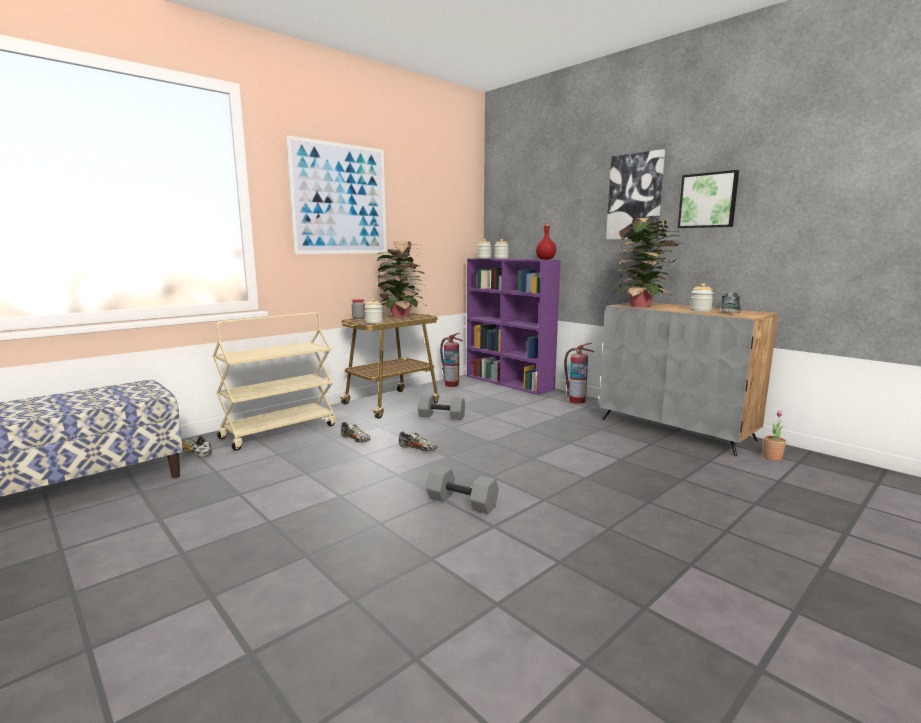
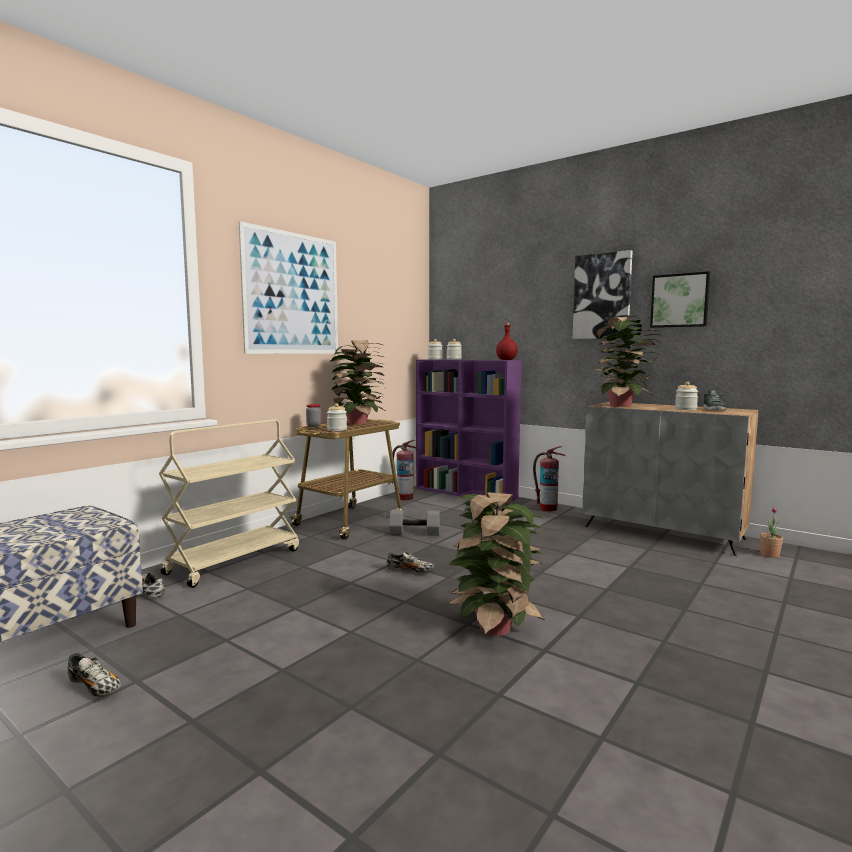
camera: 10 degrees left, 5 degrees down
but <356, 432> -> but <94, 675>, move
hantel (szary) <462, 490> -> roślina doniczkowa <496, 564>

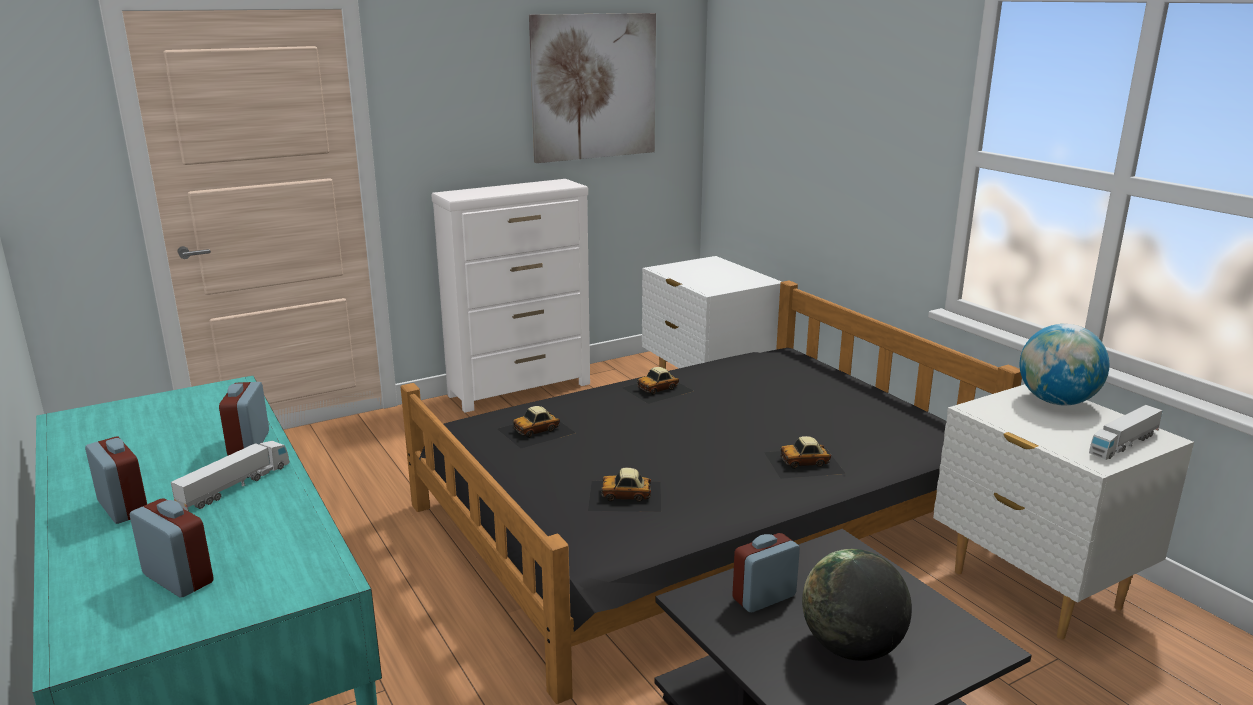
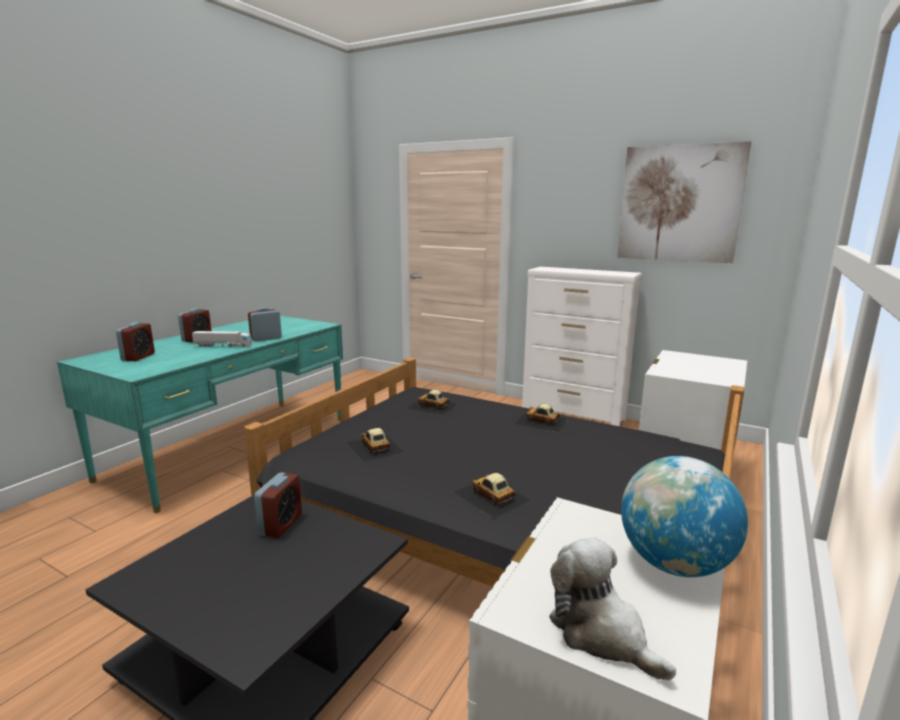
camera: 60 degrees right, 5 degrees down
budzik <766, 572> -> budzik <278, 505>, 75 degrees clockwise
ciężarówka zabawkowa <1126, 432> -> pluszak <612, 609>
globus <857, 605> -> none

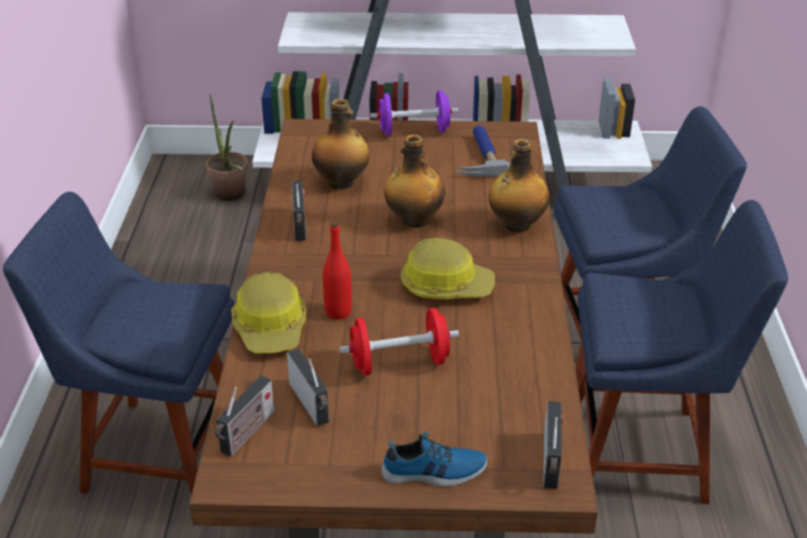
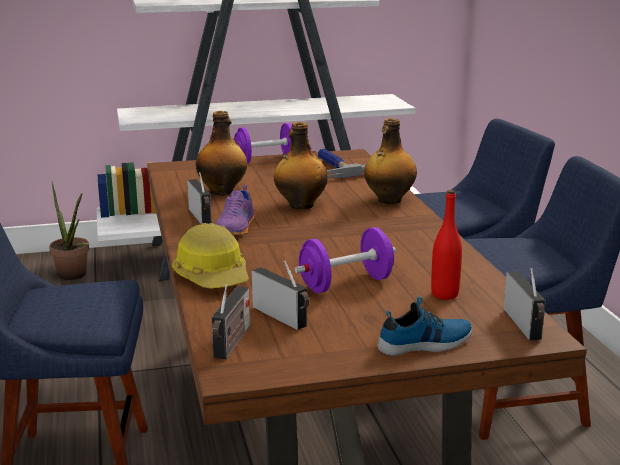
camera: 15 degrees left, 15 degrees down
none -> but (fioletowy) <234, 210>
hantel (czerwony) <399, 342> -> hantel (fioletowy) <345, 260>
butelka (czerwony) <337, 271> -> butelka (czerwony) <446, 245>, move
kask <448, 268> -> none

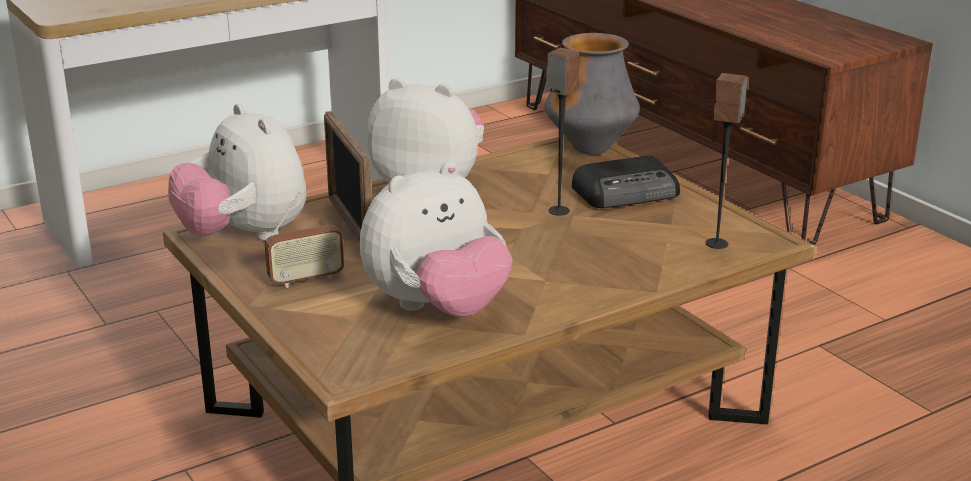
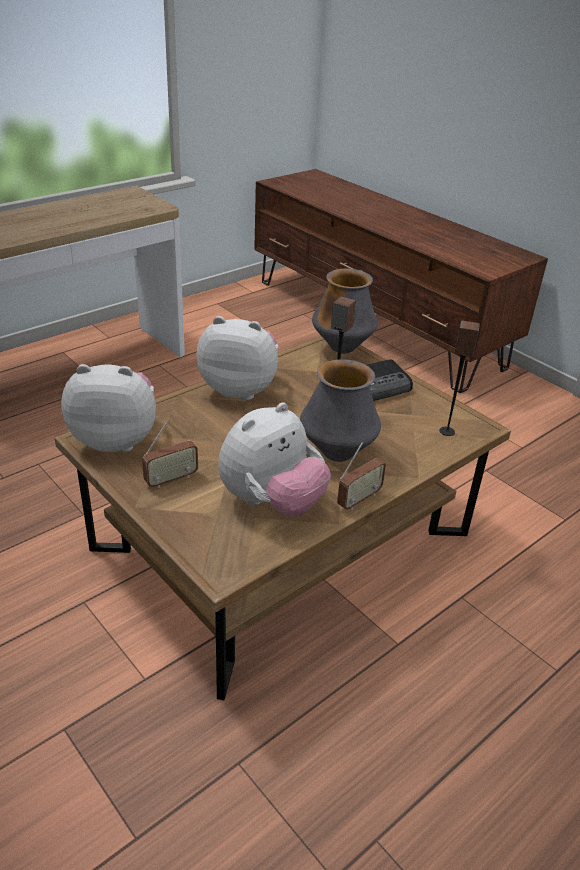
camera: 10 degrees left, 10 degrees up
pluszak <237, 172> -> pluszak <108, 408>, 135 degrees clockwise
none -> wazon <340, 410>
none -> radio <361, 476>
ramka na zdjęcie <348, 177> -> none

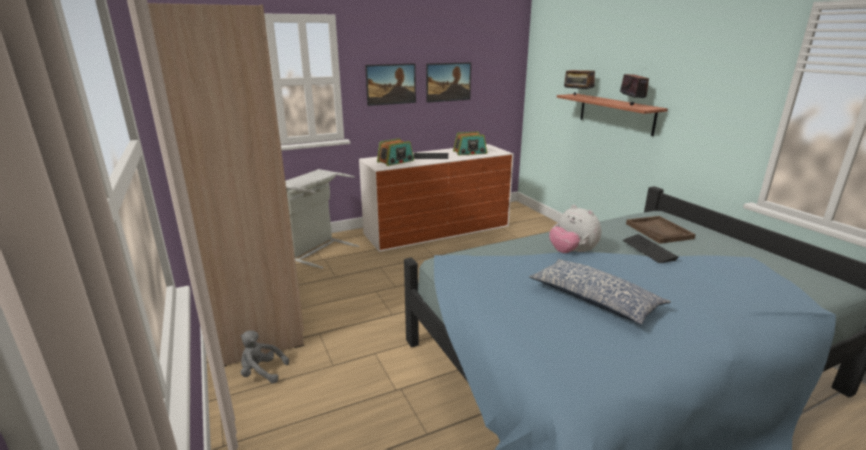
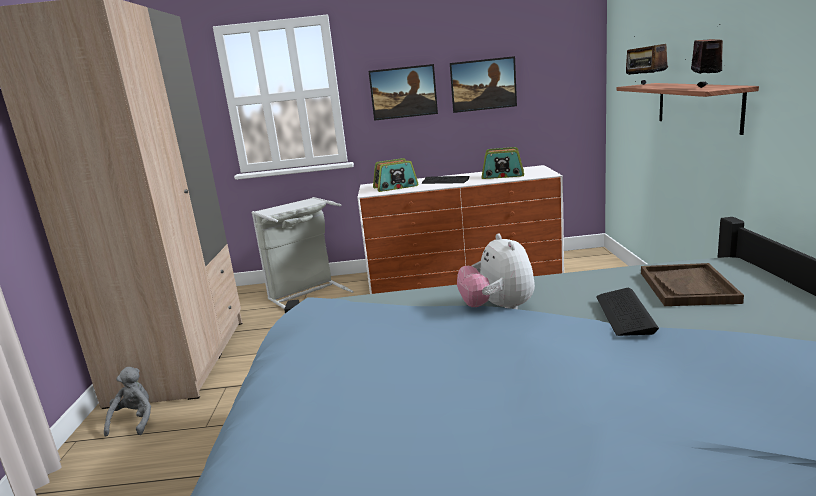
camera: 25 degrees right, 5 degrees down
pluszak (szary) <265, 356> -> pluszak (szary) <127, 402>, 60 degrees clockwise
poduszka <600, 291> -> none

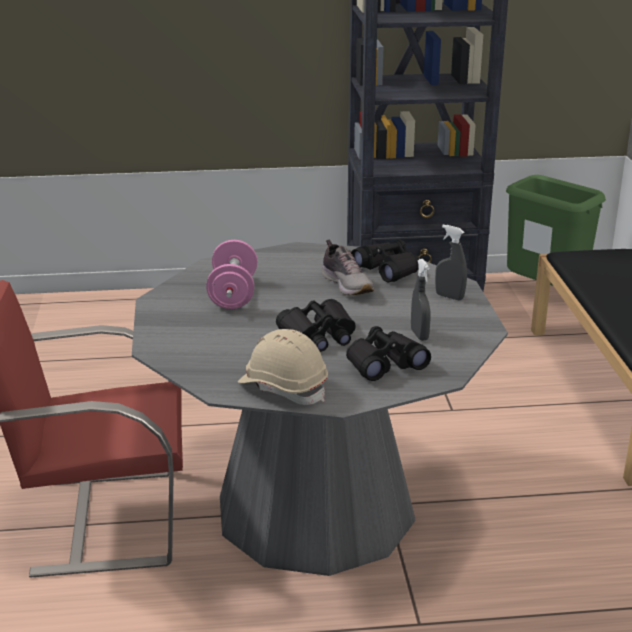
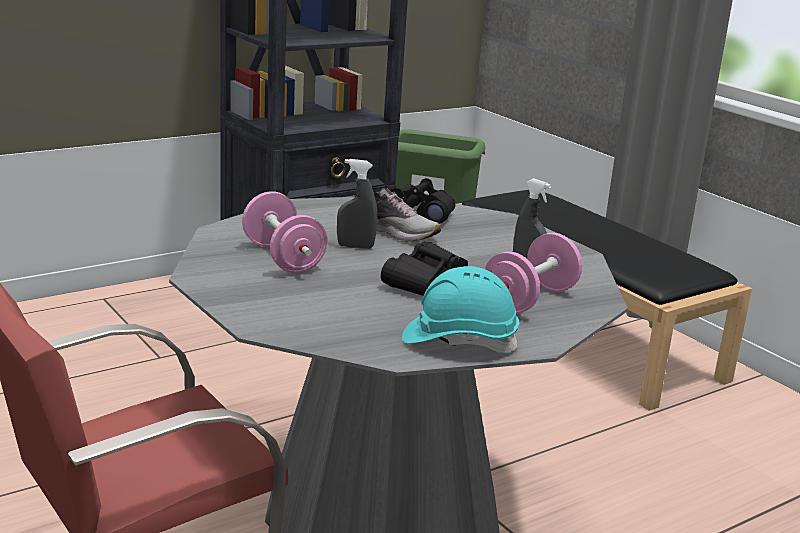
camera: 30 degrees left, 5 degrees down
spryskiwacz (szary) <451, 263> -> spryskiwacz (szary) <357, 204>, move
kask (beżowy) <283, 367> -> kask (turkusowy) <460, 309>
lornetka (czarny) <388, 353> -> hantel (różowy) <533, 273>

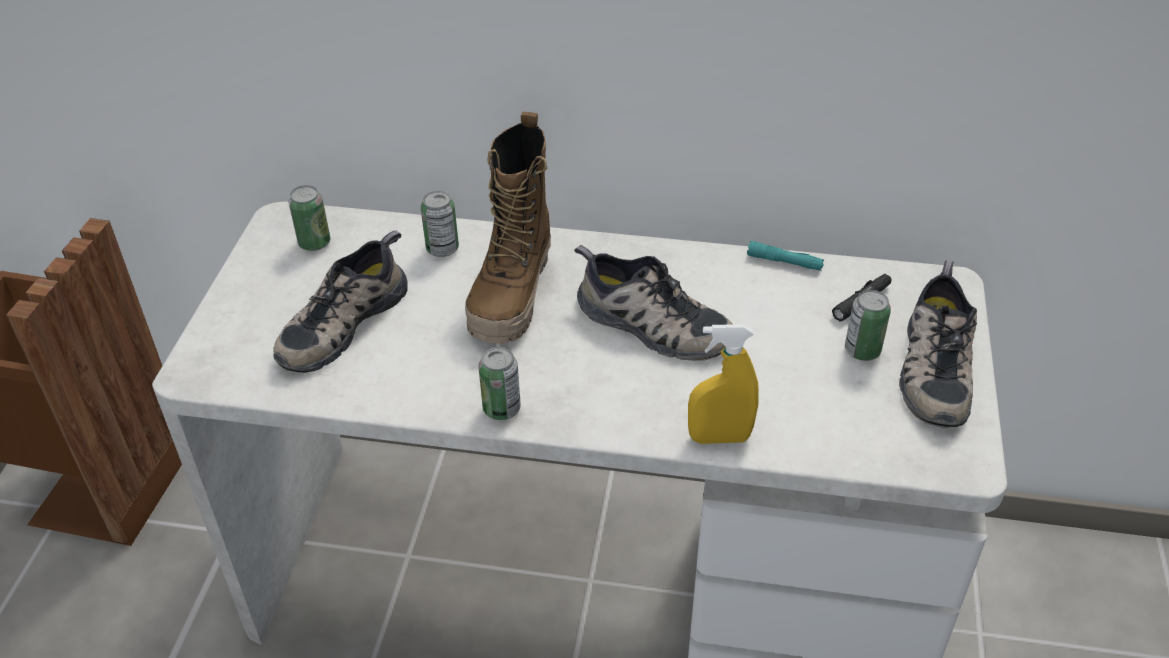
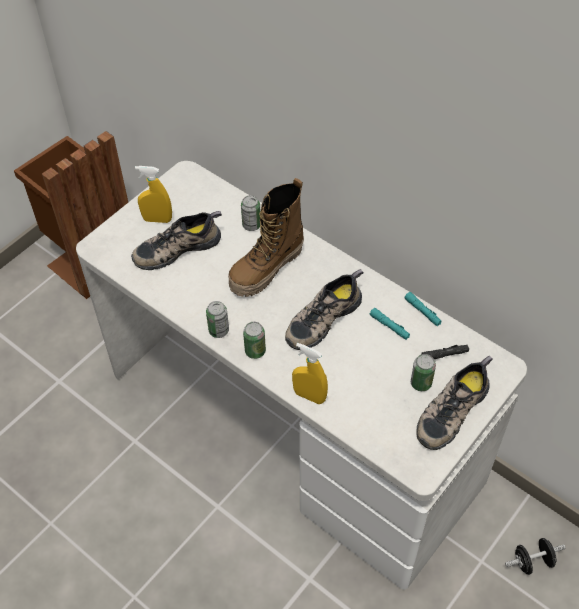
camera: 30 degrees right, 10 degrees up
none -> spryskiwacz (żółty) <153, 194>
puszka <309, 218> -> puszka <254, 340>, move
but <653, 303> -> but <324, 309>, 75 degrees clockwise
none -> latarka (turkusowy) <389, 324>
none -> hantel (czarny) <535, 556>

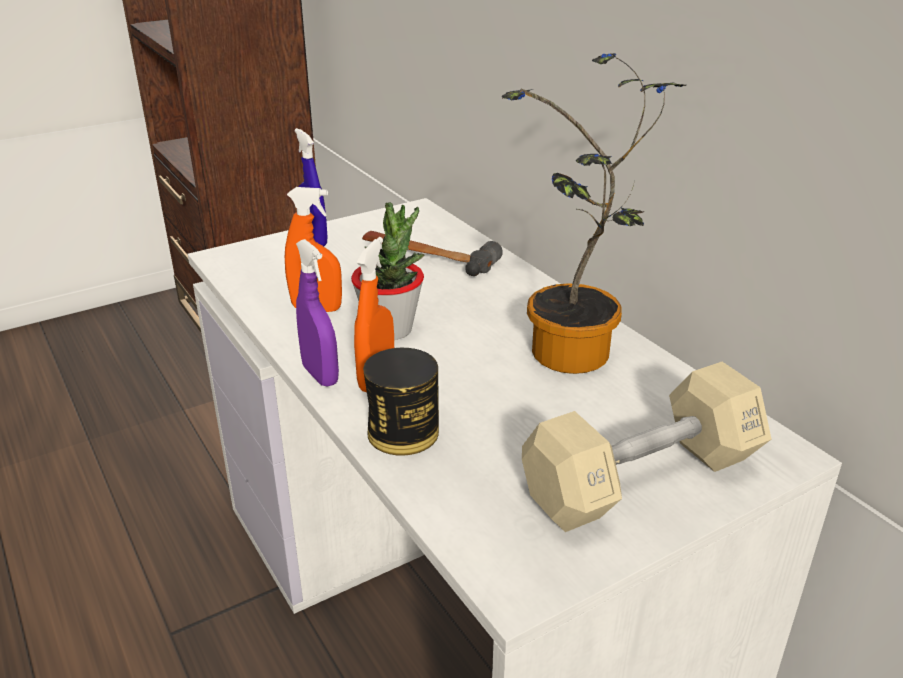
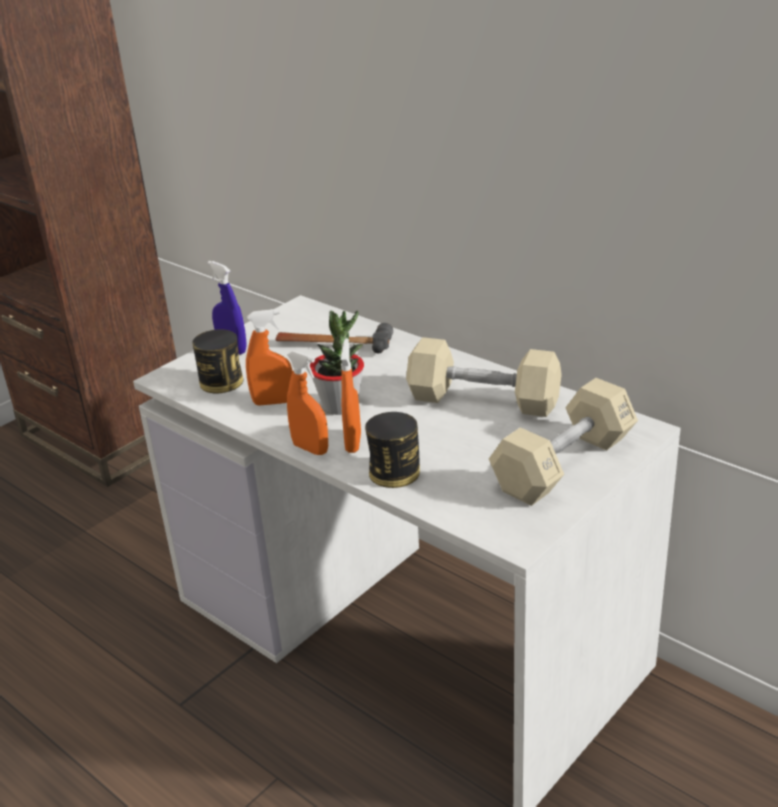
camera: 15 degrees left, 0 degrees up
none -> puszka <218, 361>
spryskiwacz (fioletowy) <317, 313> -> spryskiwacz (pomarańczowy) <307, 402>
roślina doniczkowa <593, 213> -> hantel (beżowy) <484, 377>

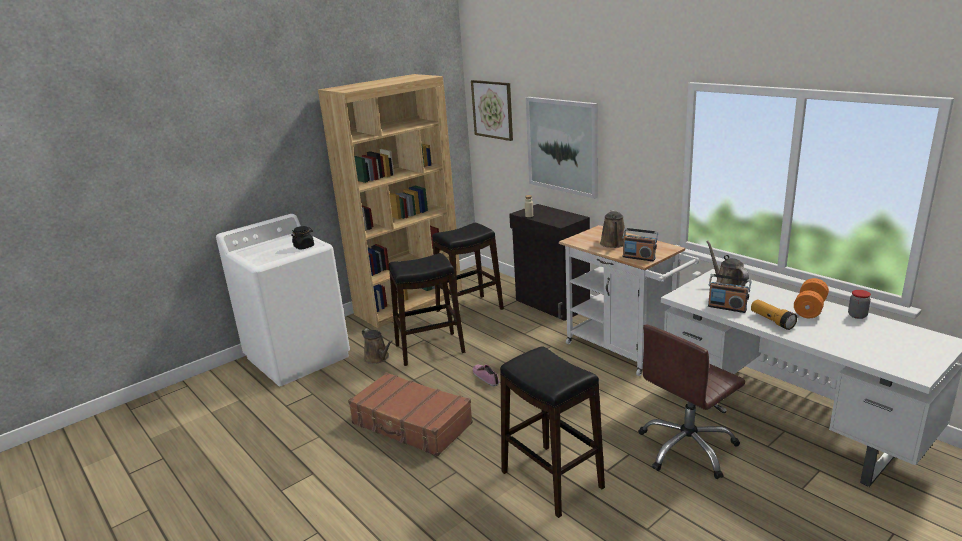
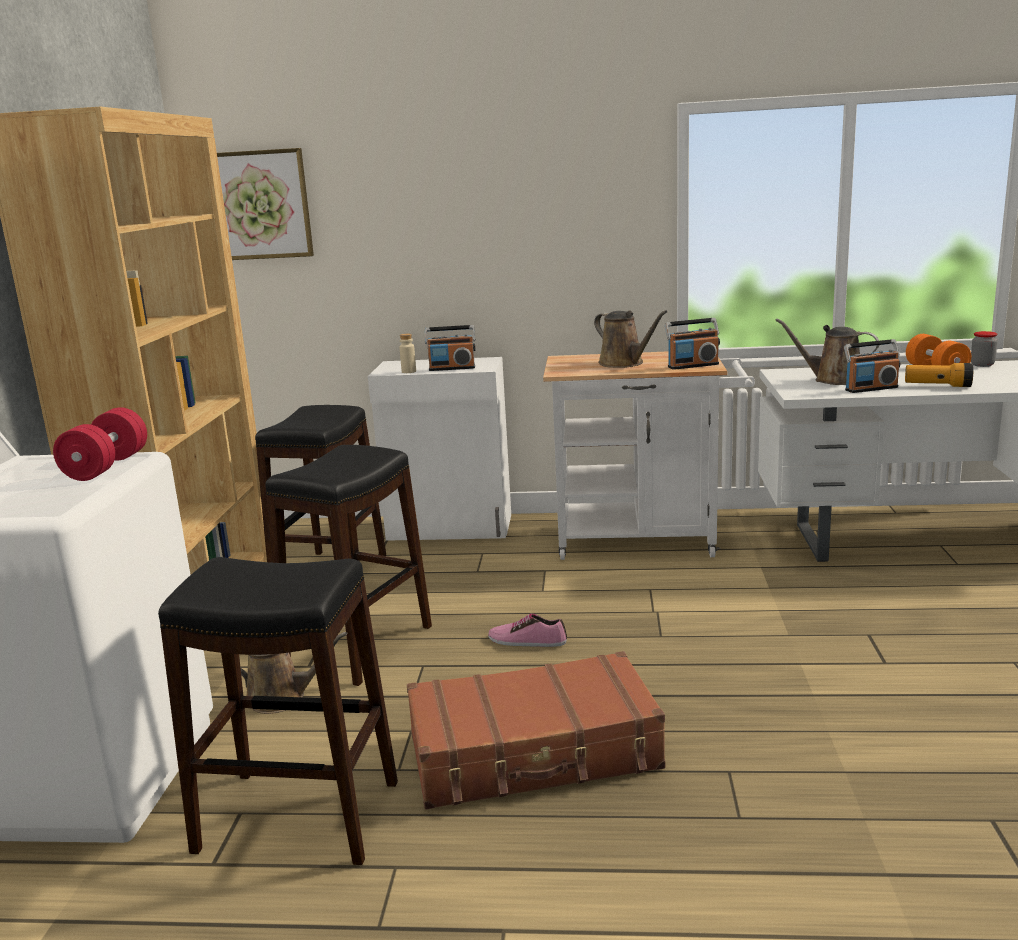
camera: 45 degrees left, 5 degrees down
słoik (czarny) <302, 238> -> hantel (czerwony) <100, 444>
stołek (czarny) <552, 432> -> stołek (czarny) <278, 711>, move
szafka (czarny) <549, 262> -> szafka (biały) <439, 449>
none -> radio <450, 348>
obraz <562, 148> -> none
krzesło biurowe (brązowy) <692, 401> -> none

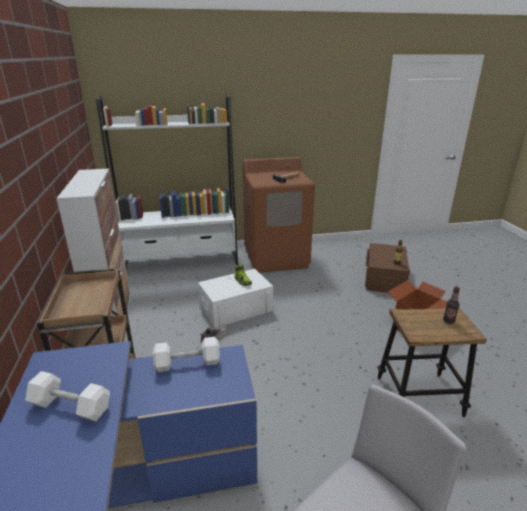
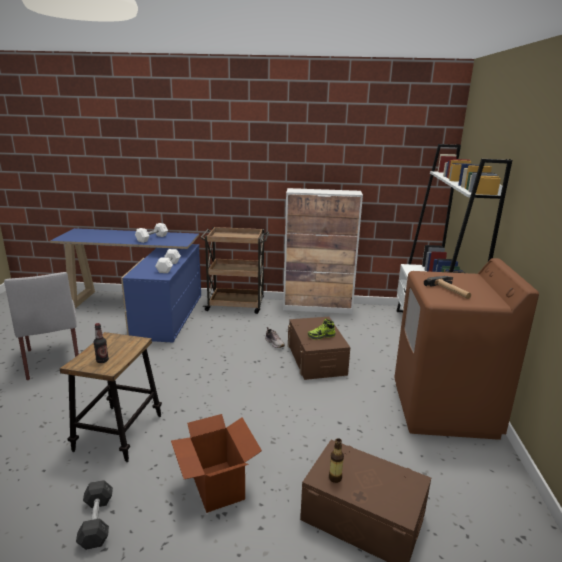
camera: 105 degrees right, 5 degrees down
none -> hantel (szary) <94, 515>
pojemnik do przechowywania (biały) <235, 298> -> pojemnik do przechowywania (brązowy) <319, 348>

